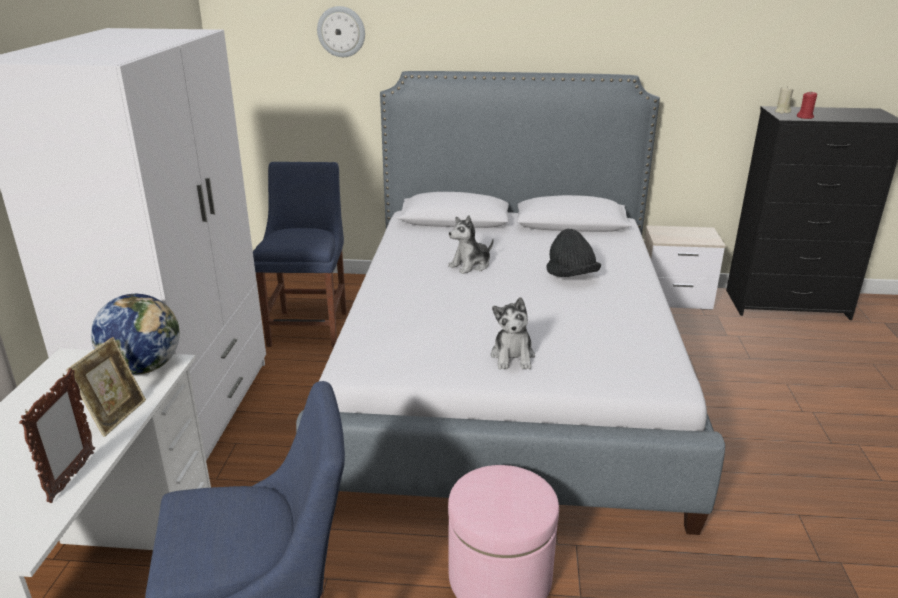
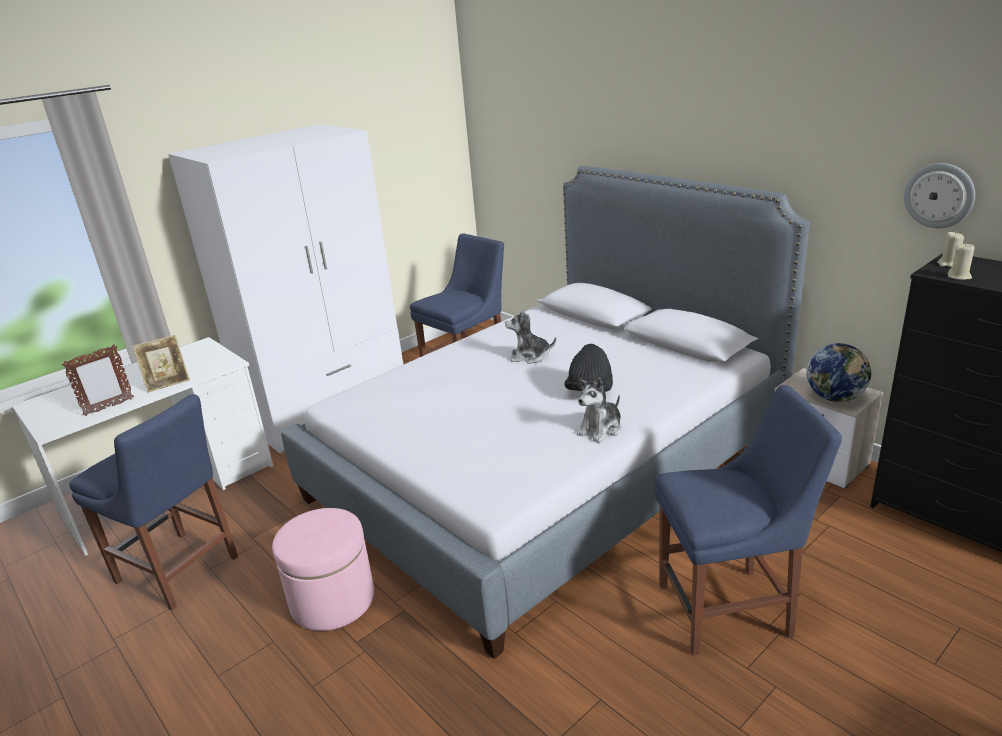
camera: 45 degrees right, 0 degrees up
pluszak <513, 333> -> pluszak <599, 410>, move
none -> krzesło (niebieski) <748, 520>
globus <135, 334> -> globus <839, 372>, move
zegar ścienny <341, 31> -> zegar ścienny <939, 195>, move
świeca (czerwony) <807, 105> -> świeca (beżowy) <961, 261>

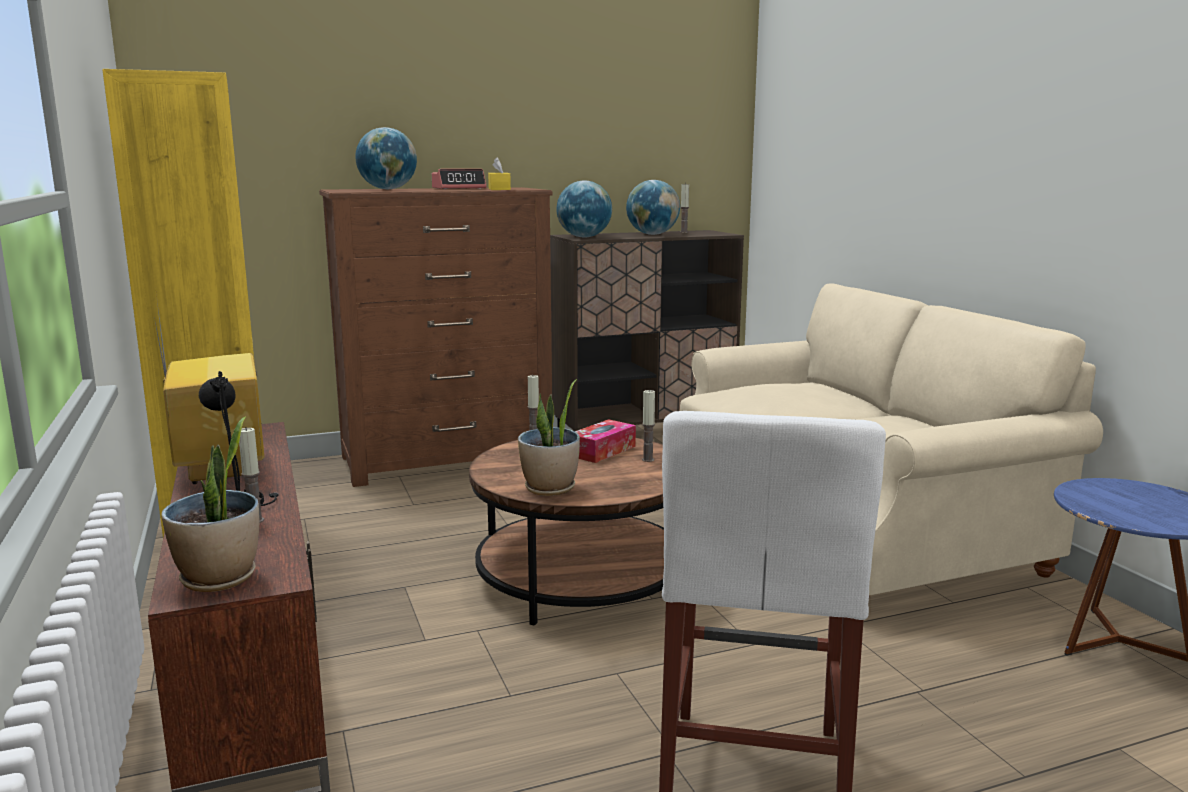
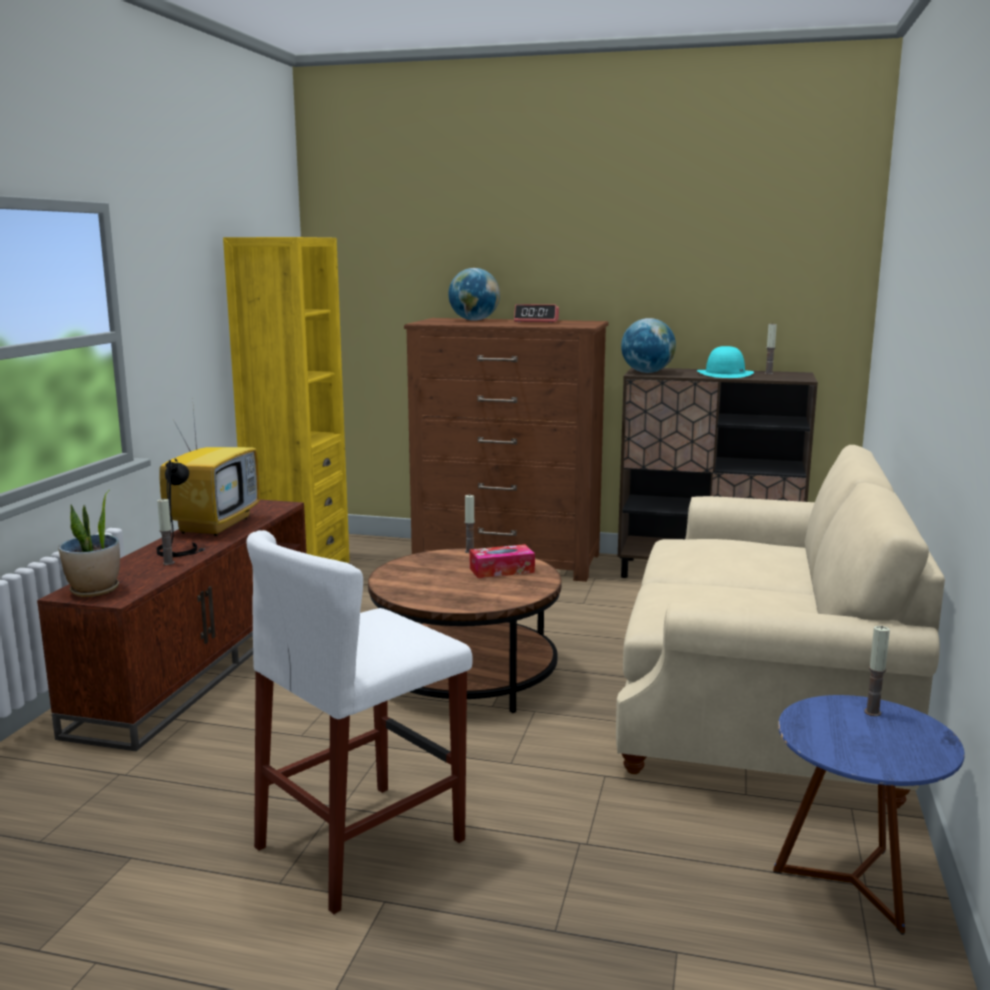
camera: 35 degrees right, 0 degrees up
globus <653, 207> -> kapelusz (turkusowy) <725, 362>
świeca <648, 425> -> świeca <877, 671>, move
pudełko chusteczek (żółty) <499, 173> -> none
roślina doniczkowa <549, 437> -> none

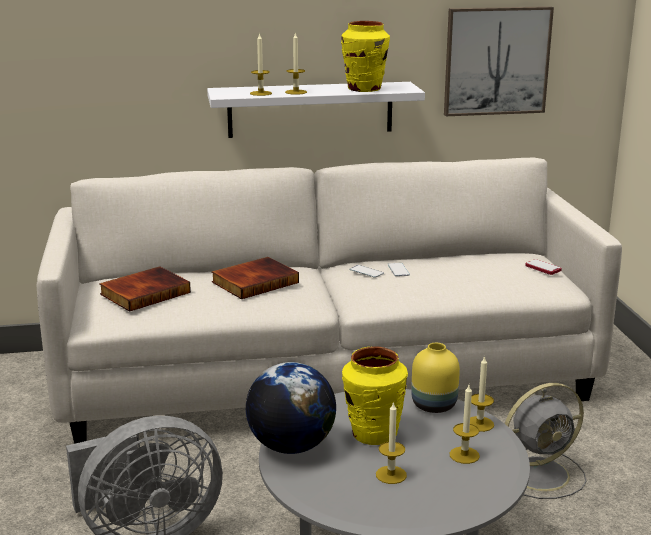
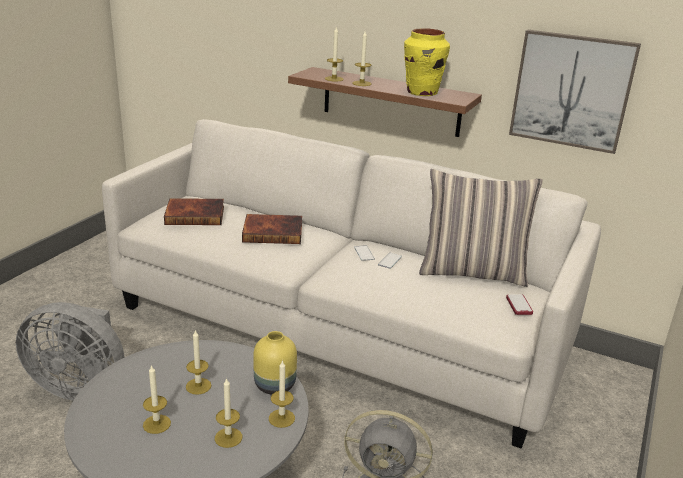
camera: 35 degrees right, 5 degrees up
wazon (żółty) <375, 395> -> świeca <198, 361>
półka (biały) <316, 110> -> półka (brązowy) <385, 102>
none -> poduszka <481, 228>
globus <291, 408> -> none

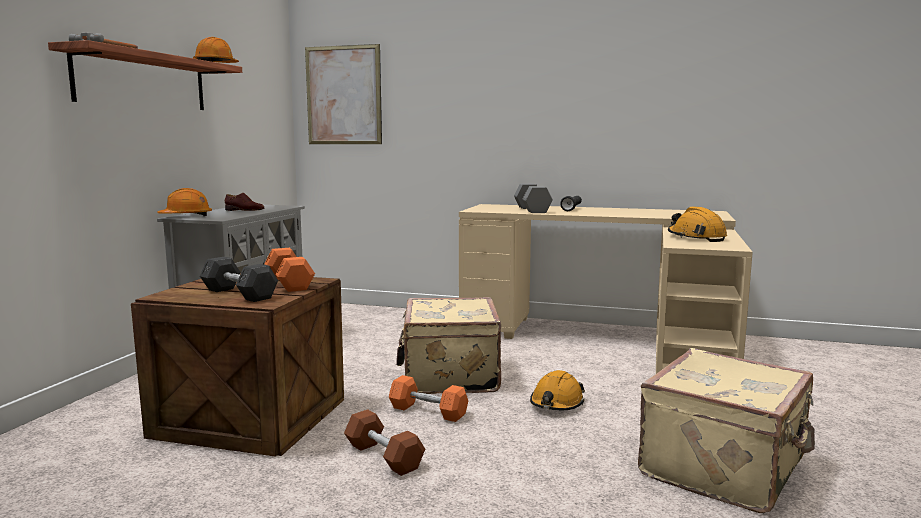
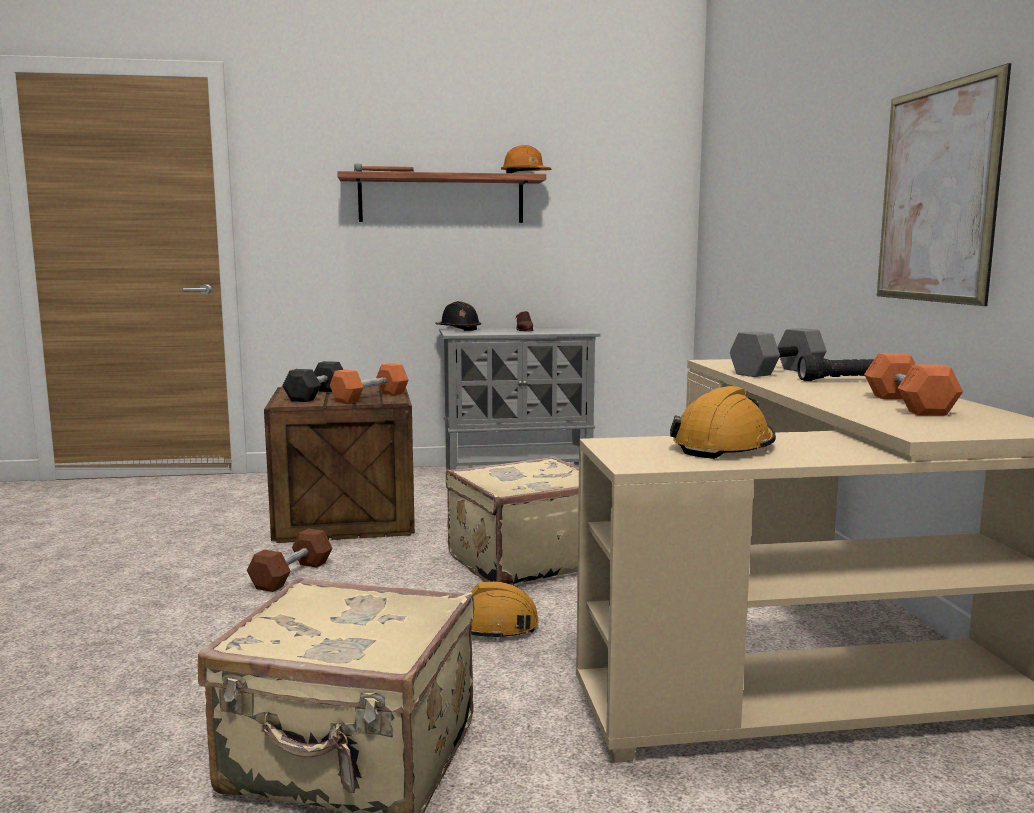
camera: 65 degrees right, 0 degrees up
kask (pomarańczowy) <184, 202> -> kask (czarny) <458, 316>
hantel (pomarańczowy) <428, 398> -> hantel (pomarańczowy) <913, 384>, move
obraz <343, 94> -> obraz <944, 184>, move

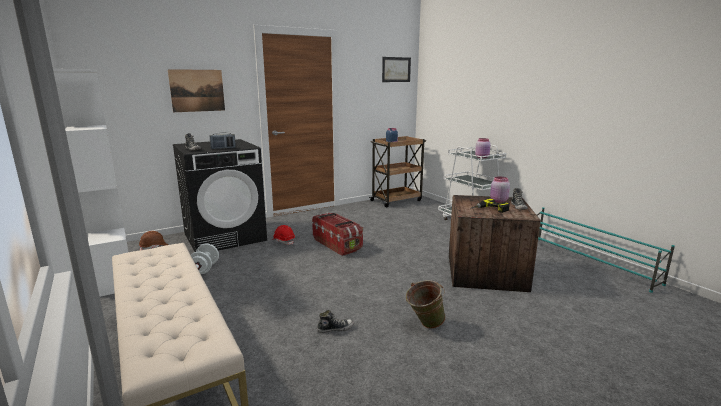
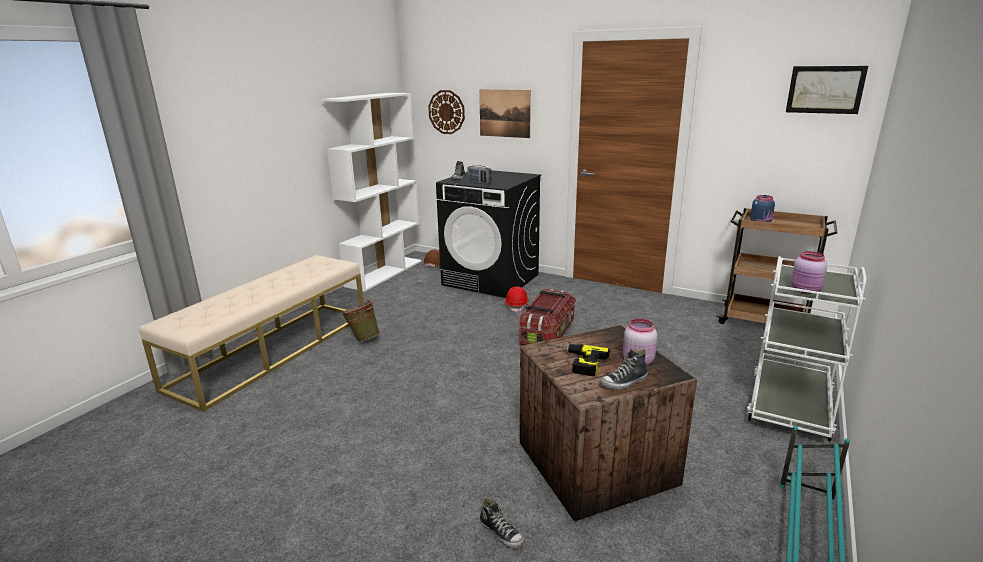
camera: 60 degrees right, 5 degrees up
wiadro (zielony) <426, 304> -> wiadro (zielony) <360, 320>, move
none -> zegar ścienny <446, 112>
but <335, 321> -> but <502, 523>, move
hantel (biały) <205, 259> -> none

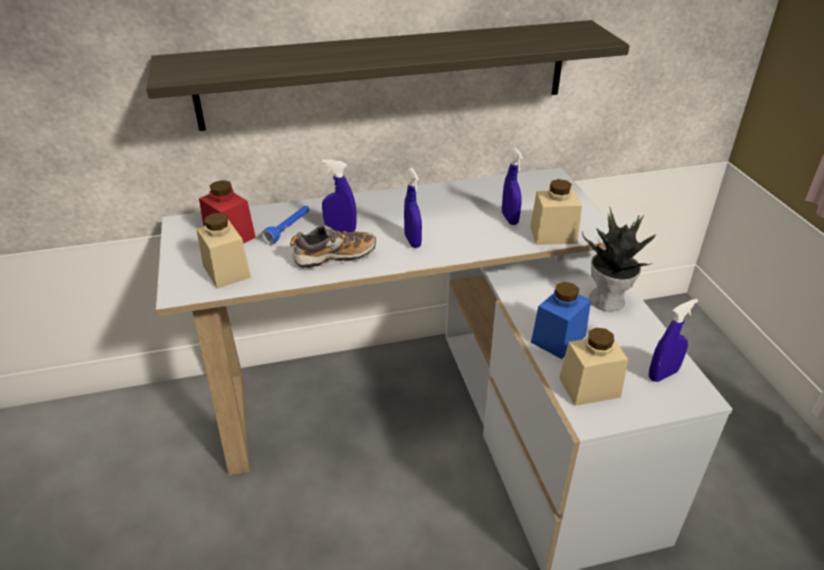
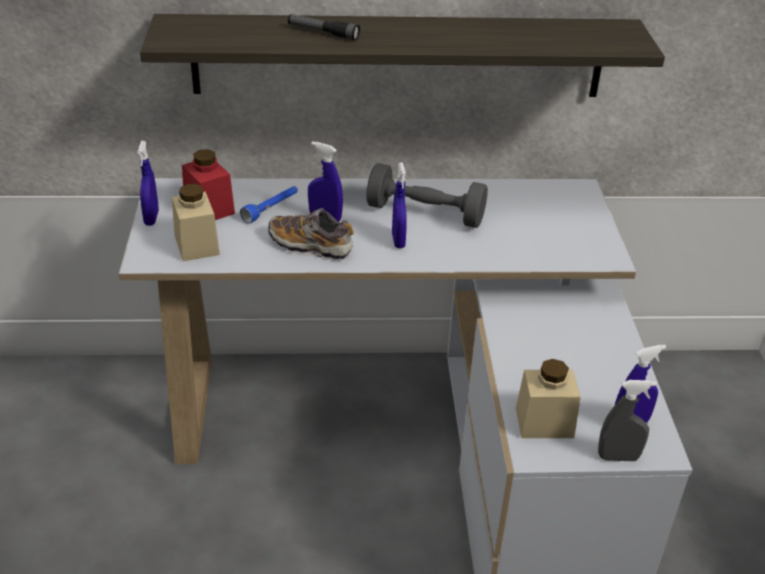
camera: 10 degrees right, 0 degrees up
spryskiwacz (niebieski) <512, 186> -> spryskiwacz (niebieski) <148, 183>, move
but <333, 247> -> but <311, 234>, 150 degrees counterclockwise
none -> latarka <324, 27>
none -> hantel (szary) <427, 195>
none -> spryskiwacz (szary) <627, 420>
słoik (beżowy) <556, 212> -> none
słoik (niebieski) <561, 320> -> none
roślina doniczkowa <619, 259> -> none

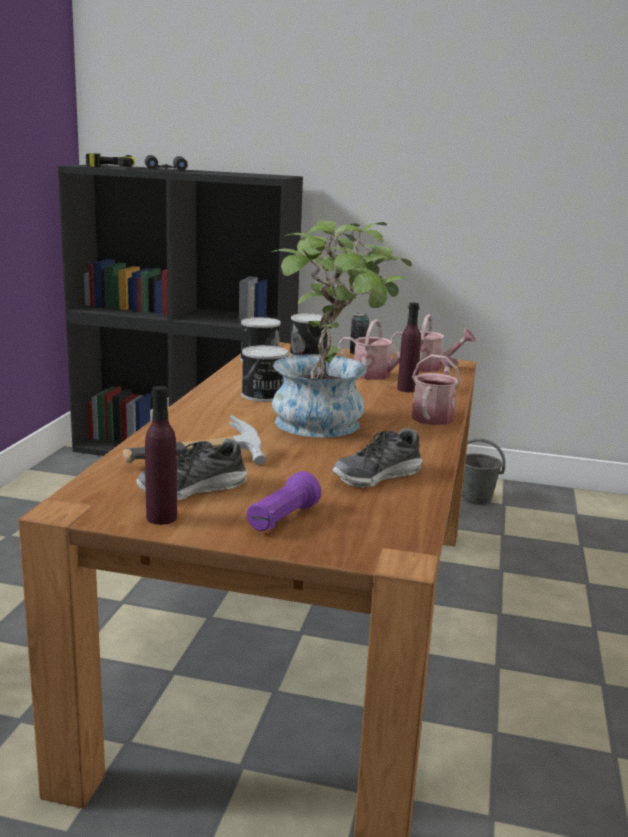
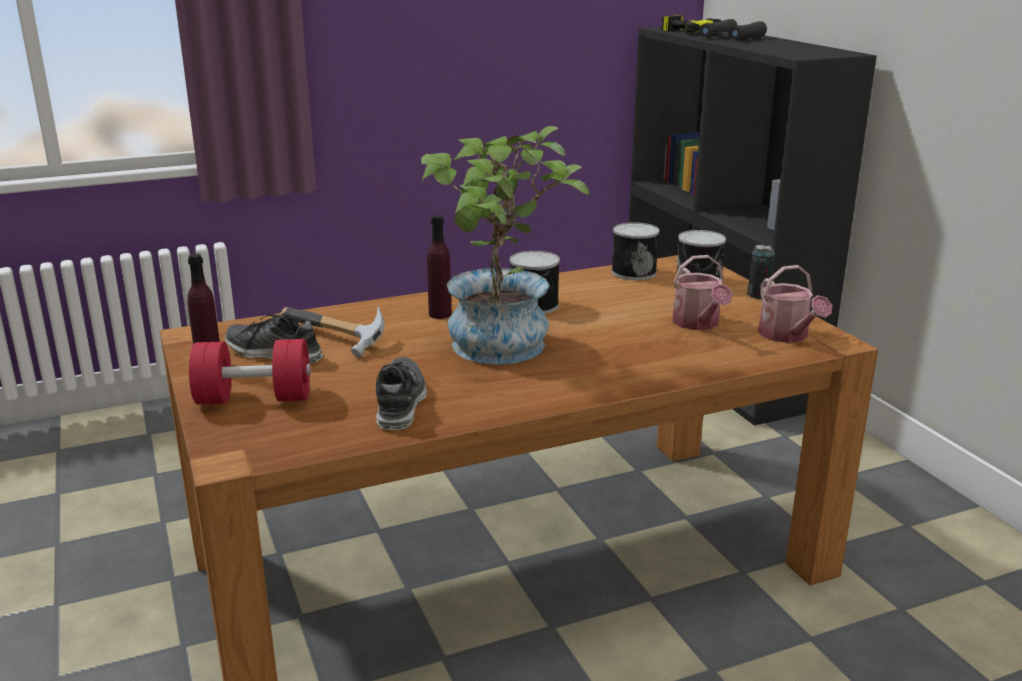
camera: 55 degrees right, 5 degrees up
latarka (fioletowy) <284, 501> -> hantel (czerwony) <250, 372>
but <377, 458> -> but <401, 393>, 75 degrees clockwise
butelka (fioletowy) <409, 347> -> butelka (fioletowy) <439, 267>, move
konewka <436, 389> -> none
wiadro (szary) <483, 471> -> none

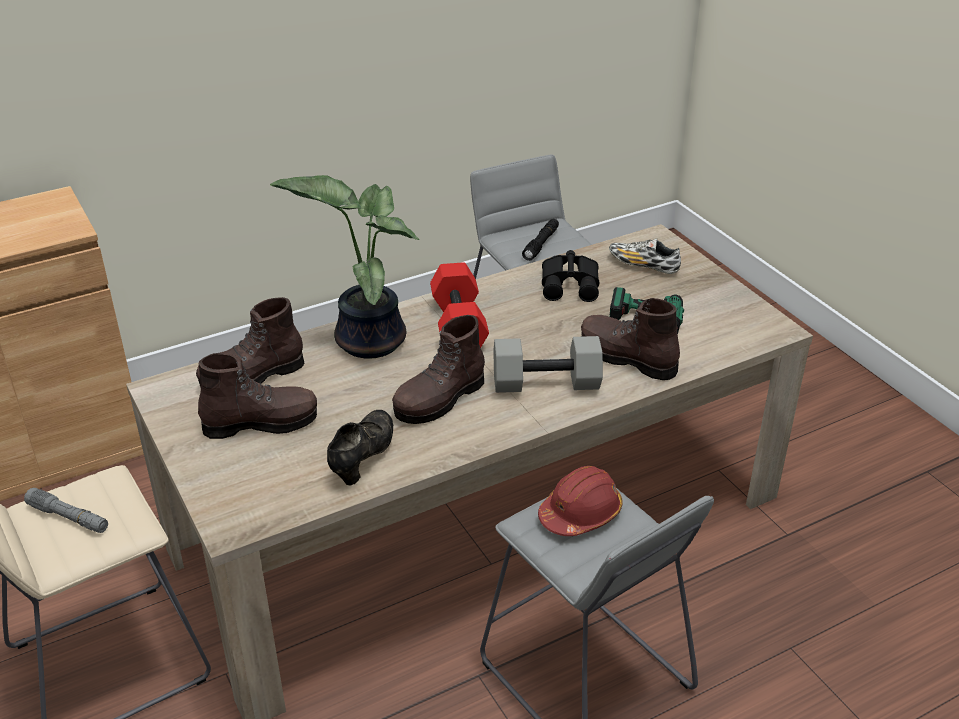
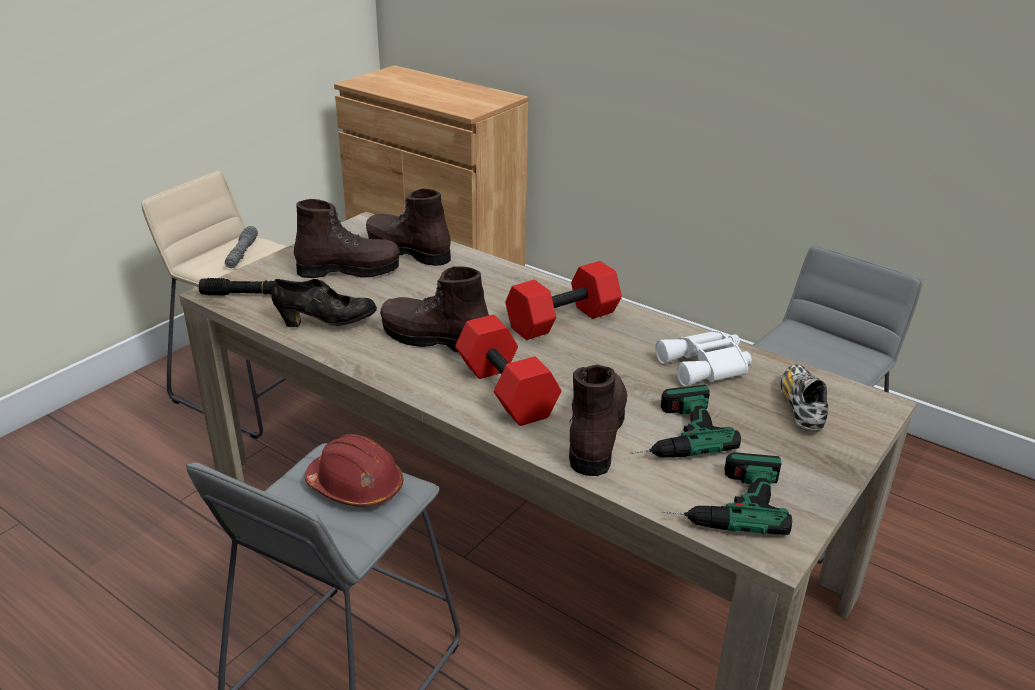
camera: 65 degrees right, 5 degrees down
latarka (czarny) <540, 240> -> latarka (czarny) <236, 287>, move
but z cholewką (brązowy) <257, 395> -> but z cholewką (brązowy) <347, 238>, 60 degrees counterclockwise
hantel (szary) <548, 364> -> hantel (czerwony) <508, 370>
lornetka (czarny) <570, 276> -> lornetka (biały) <703, 358>
none -> wiertarka <727, 493>
roślina doniczkowa <345, 267> -> none

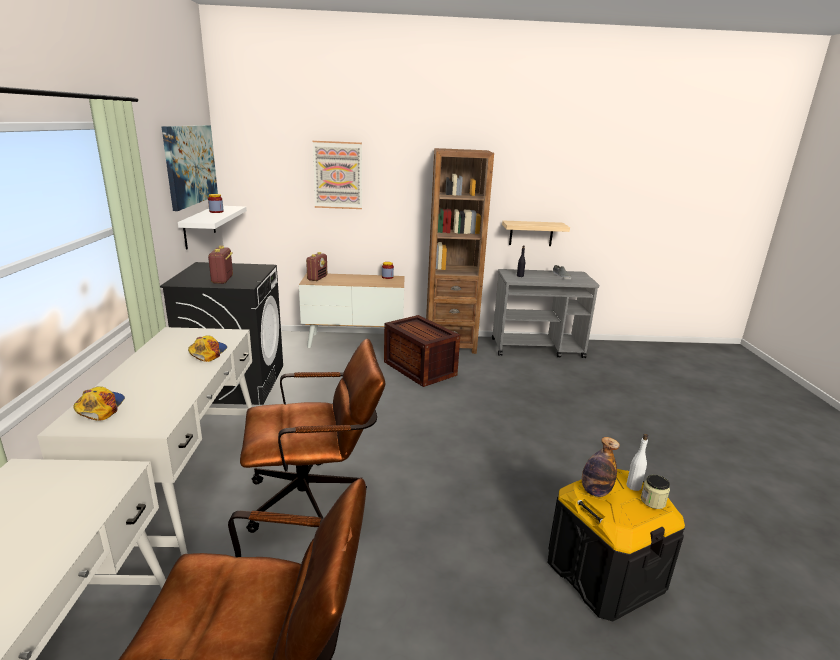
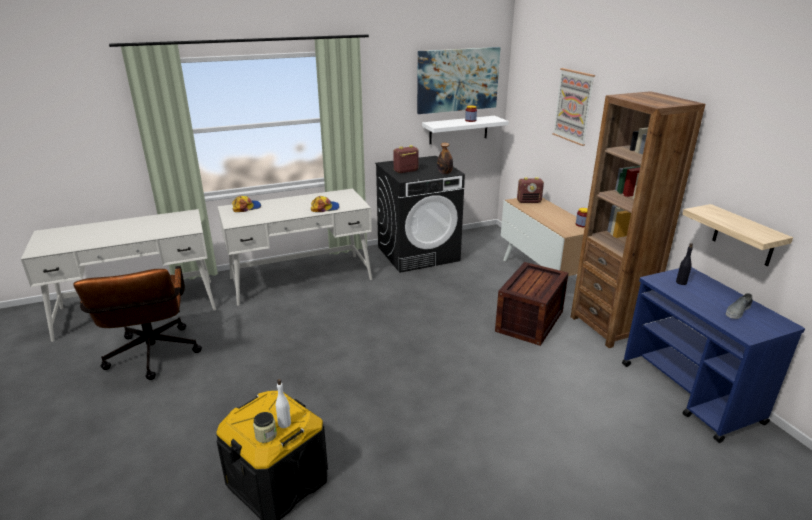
camera: 70 degrees right, 5 degrees up
butelka <601, 467> -> butelka <445, 158>, move
wózek (szary) <545, 313> -> wózek (niebieski) <713, 355>
krzesło biurowe (brązowy) <312, 436> -> none

